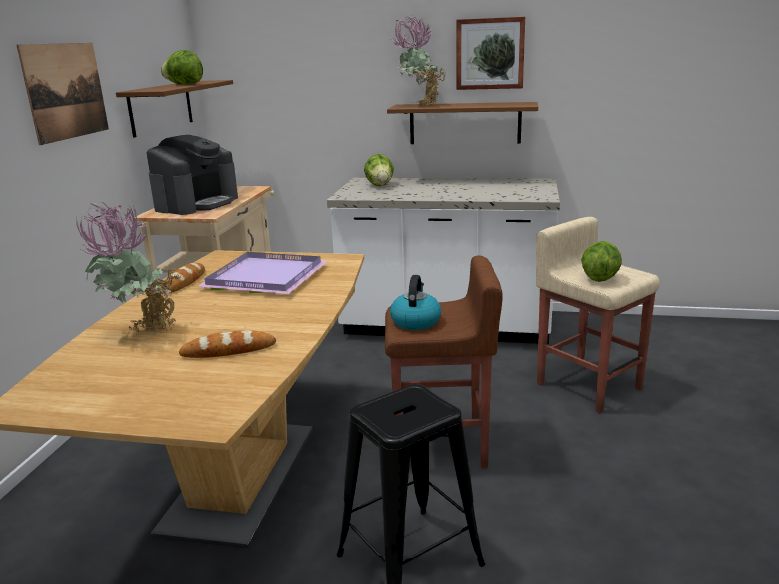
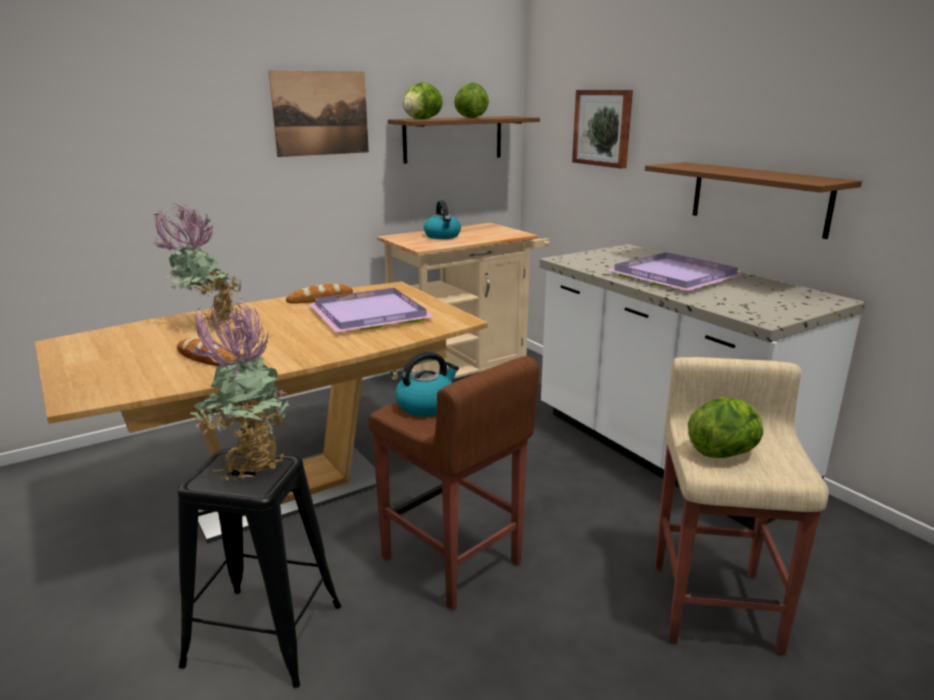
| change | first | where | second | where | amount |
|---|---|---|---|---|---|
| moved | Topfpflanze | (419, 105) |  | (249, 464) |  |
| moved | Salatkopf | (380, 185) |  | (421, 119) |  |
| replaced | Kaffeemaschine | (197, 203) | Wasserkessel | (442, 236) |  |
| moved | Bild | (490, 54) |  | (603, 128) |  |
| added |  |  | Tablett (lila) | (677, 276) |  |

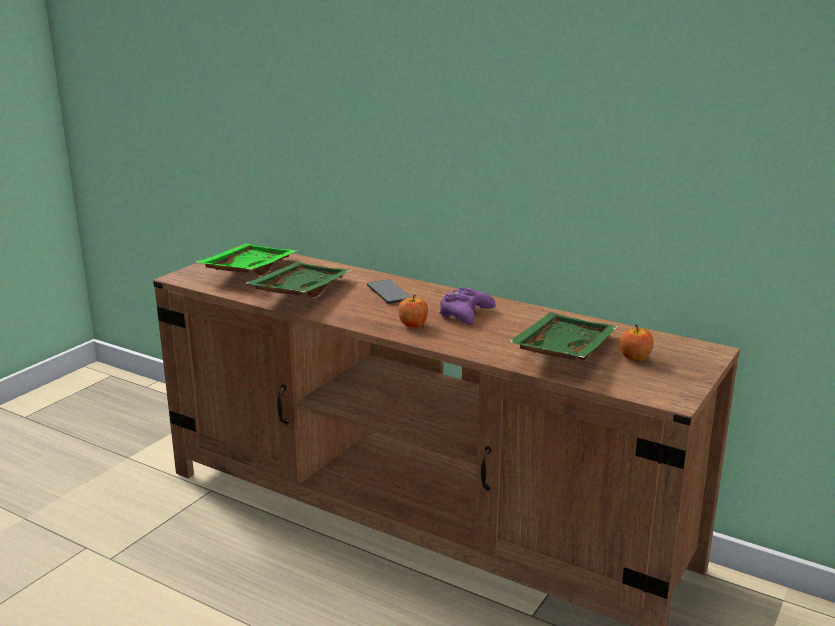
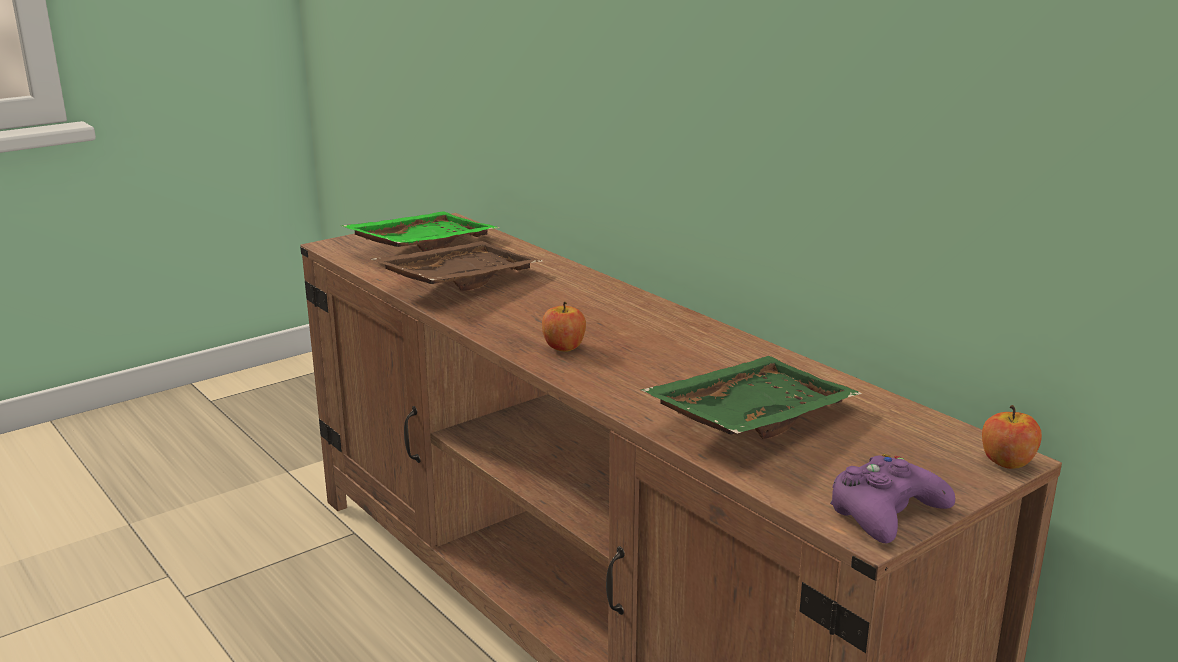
| change | first | where | second | where | amount |
|---|---|---|---|---|---|
| recoloured | Tablett (grün) | (299, 291) | Tablett (braun) | (457, 281) |  |
| moved | Gamepad (lila) | (465, 314) |  | (886, 513) |  |
| moved | Apfel | (635, 358) |  | (1007, 462) |  |
| removed | Handy | (389, 293) |  |  |  |

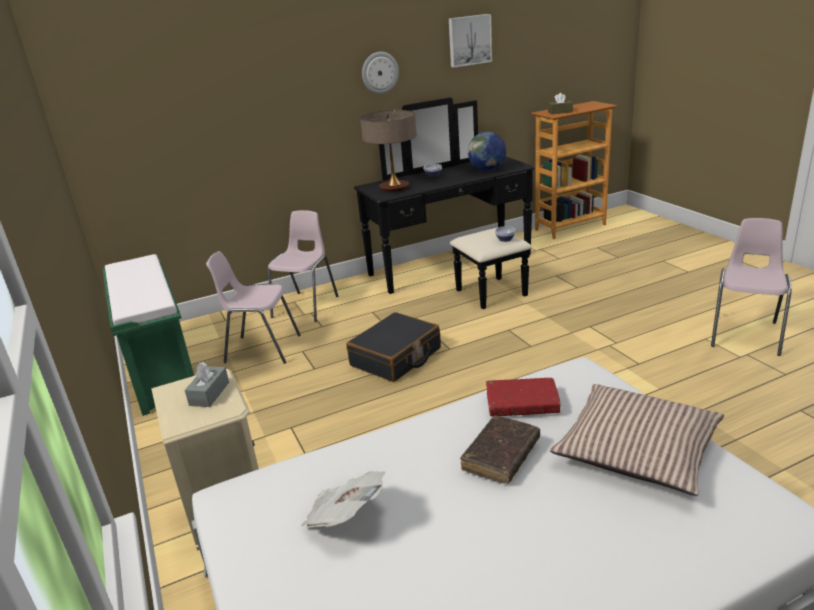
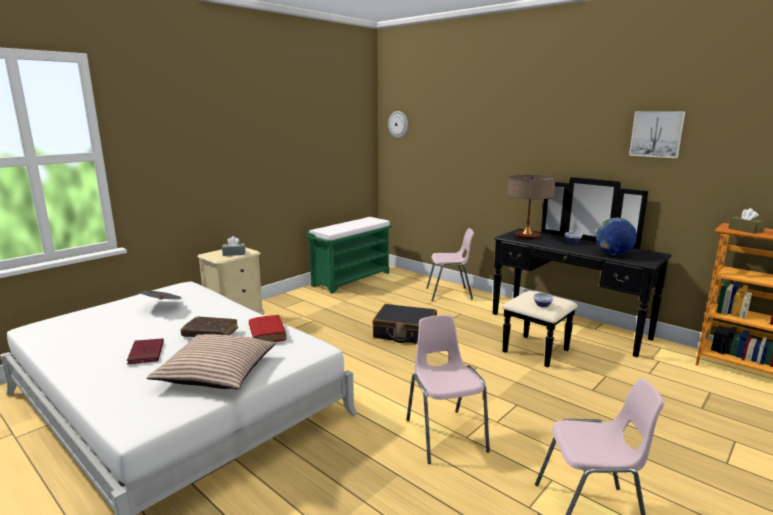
| change | first | where | second | where | amount |
|---|---|---|---|---|---|
| added |  |  | Buch (rot) | (146, 353) |  |
| moved | Wanduhr | (379, 72) |  | (398, 124) |  |
| moved | Stuhl (rosa) | (262, 349) |  | (445, 435) |  |

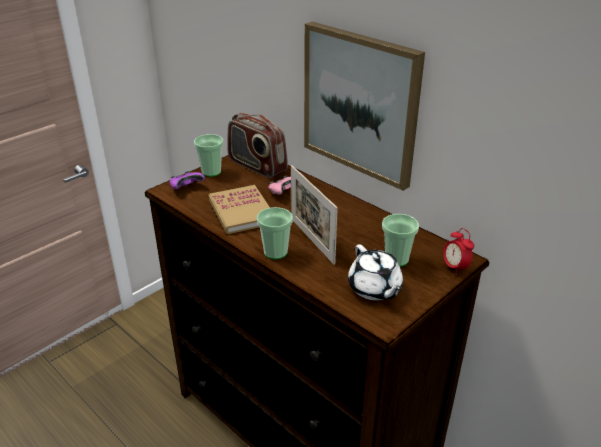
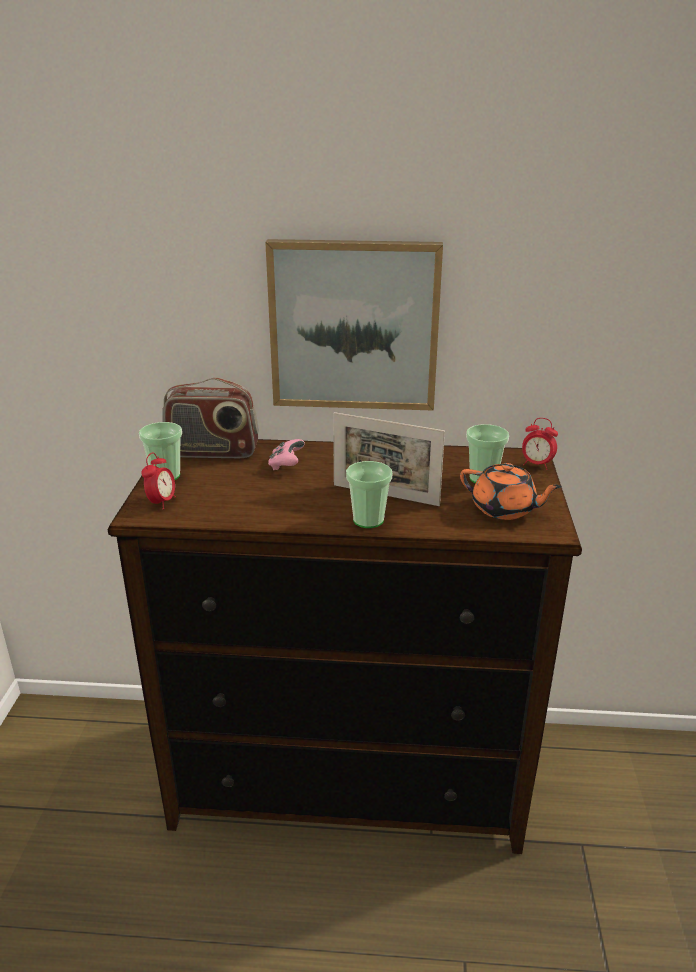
| change | first | where | second | where | amount |
|---|---|---|---|---|---|
| replaced | Gamepad (lila) | (186, 188) | Wecker | (161, 502) |  |
| recoloured | Teekanne (weiß) | (374, 289) | Teekanne (orange) | (504, 509) |  |
| removed | Buch | (241, 212) |  |  |  |

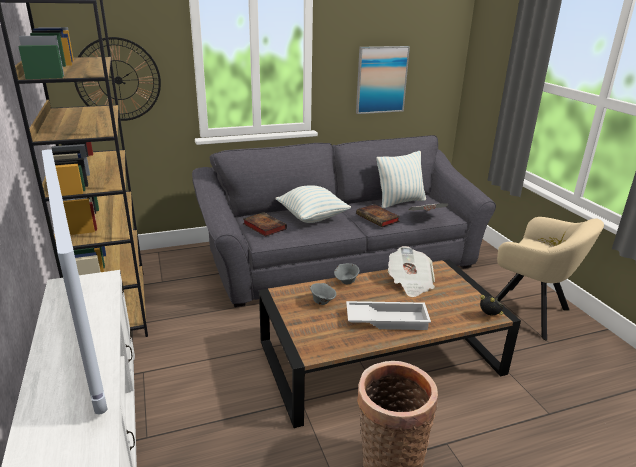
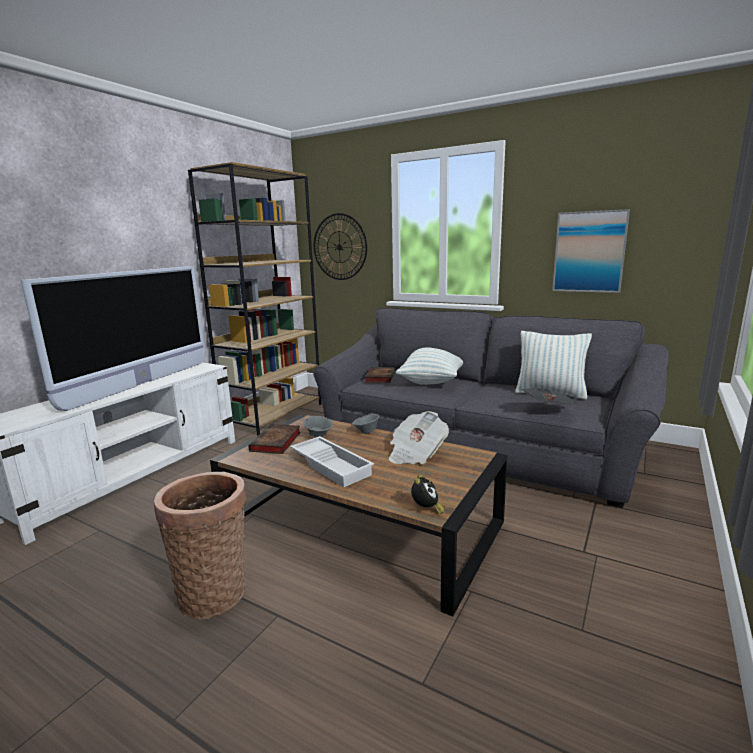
| change | first | where | second | where | amount |
|---|---|---|---|---|---|
| moved | Buch | (378, 218) |  | (276, 442) |  |
| removed | Sessel (beige) | (531, 313) |  |  |  |

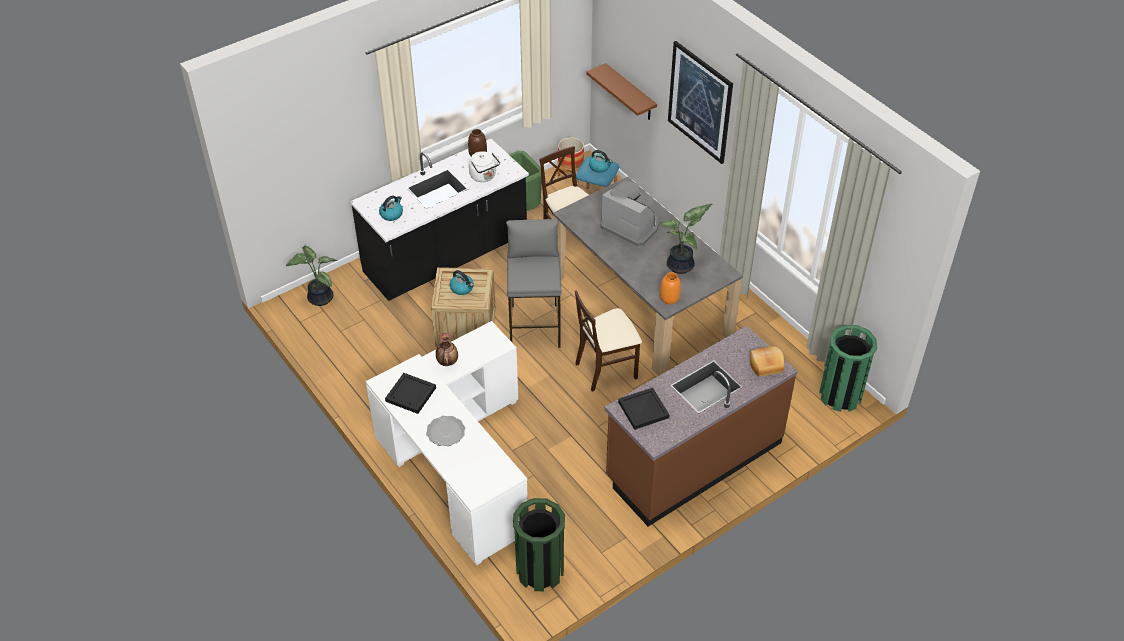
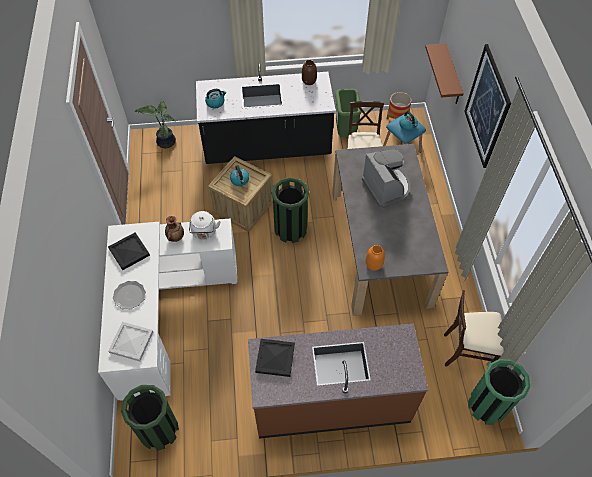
| change | first | where | second | where | amount |
|---|---|---|---|---|---|
| added |  |  | Tablett (weiß) | (131, 341) |  |
| moved | Wasserkessel (weiß) | (484, 176) |  | (204, 232) |  |
| replaced | Hocker (grau) | (535, 326) | Mülleimer (grün) | (290, 229) |  |
| moved | Stuhl (beige) | (606, 369) |  | (466, 351) |  |
| removed | Topfpflanze | (682, 266) |  |  |  |
| removed | Brot | (765, 365) |  |  |  |

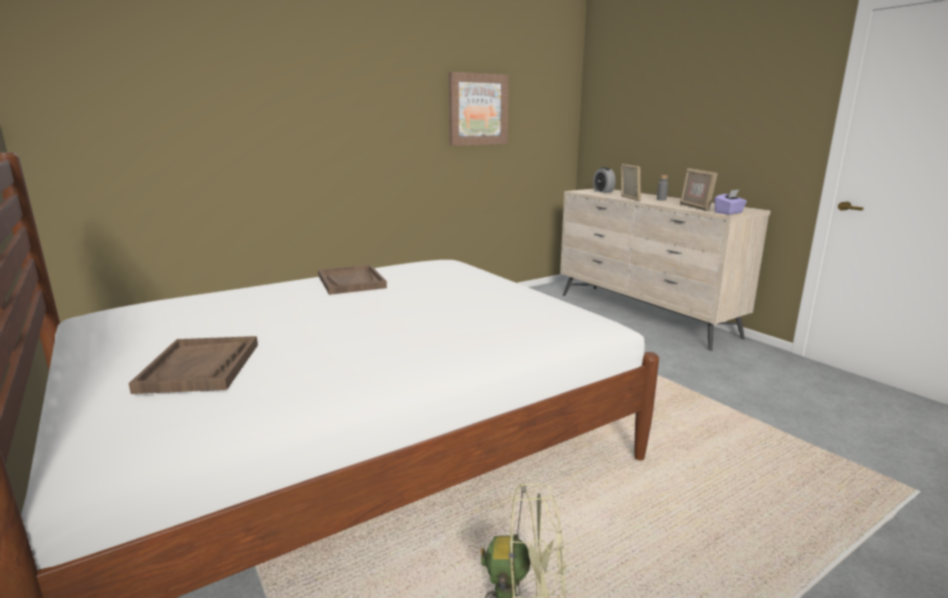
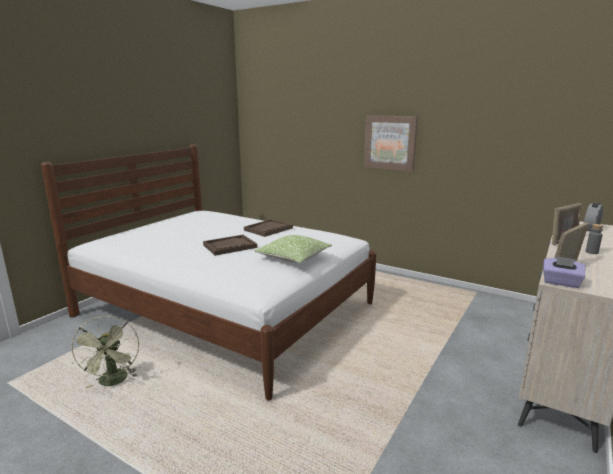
| change | first | where | second | where | amount |
|---|---|---|---|---|---|
| moved | Tablett (braun) | (200, 367) |  | (229, 246) |  |
| added |  |  | Kissen | (293, 257) |  |
| moved | Bild | (478, 109) |  | (390, 142) |  |

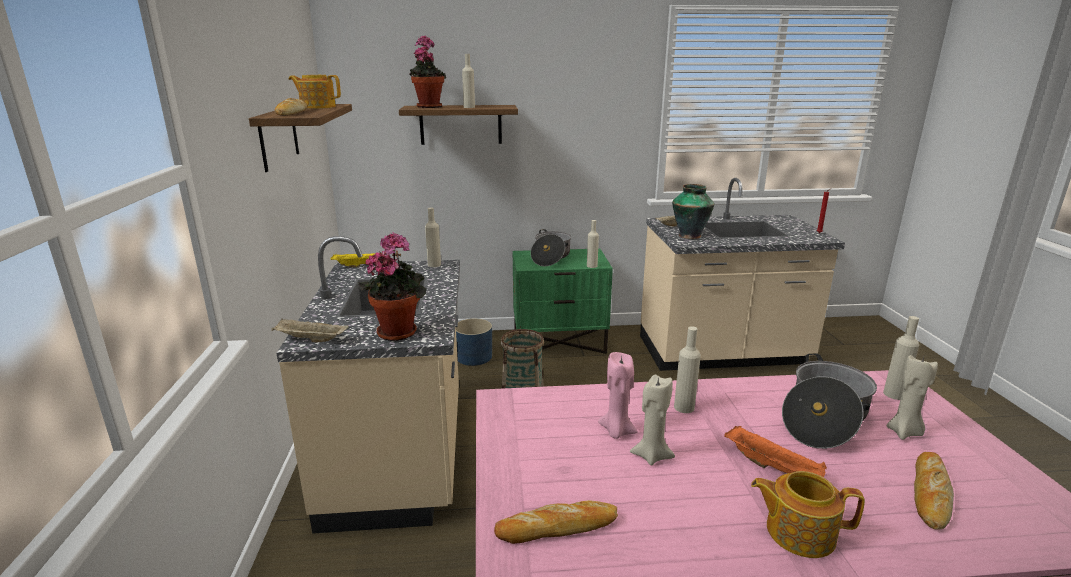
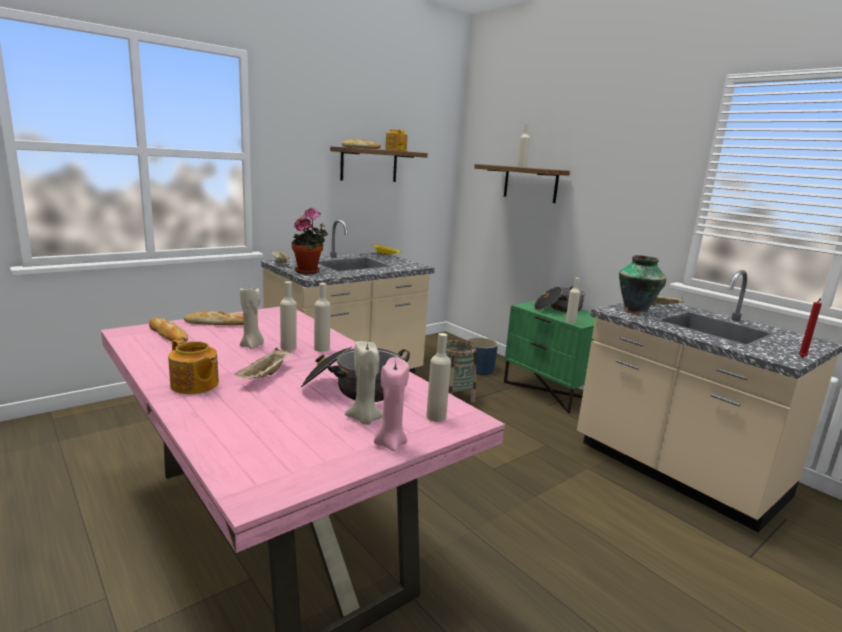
| change | first | where | second | where | amount |
|---|---|---|---|---|---|
| turned | Teekanne | (798, 532) |  | (194, 385) | 150 degrees clockwise |
| moved | Brot | (930, 494) |  | (218, 323) |  |
| recoloured | Tablett (orange) | (773, 467) | Tablett (beige) | (265, 376) |  |
| moved | Flasche (beige) | (434, 264) |  | (288, 348) |  |
| moved | Kerze (rosa) | (616, 431) |  | (390, 443) |  |
| removed | Topfpflanze | (428, 106) |  |  |  |

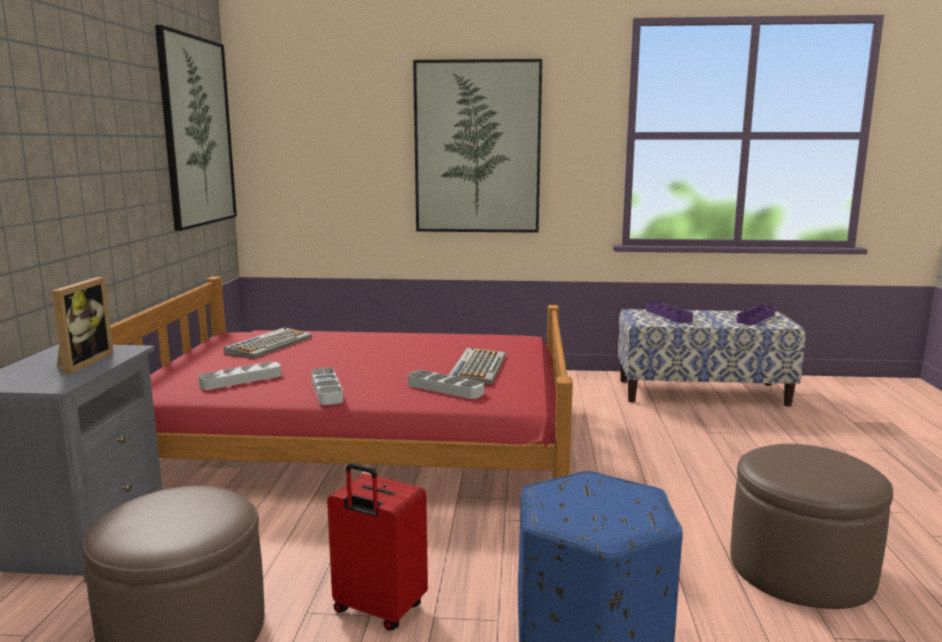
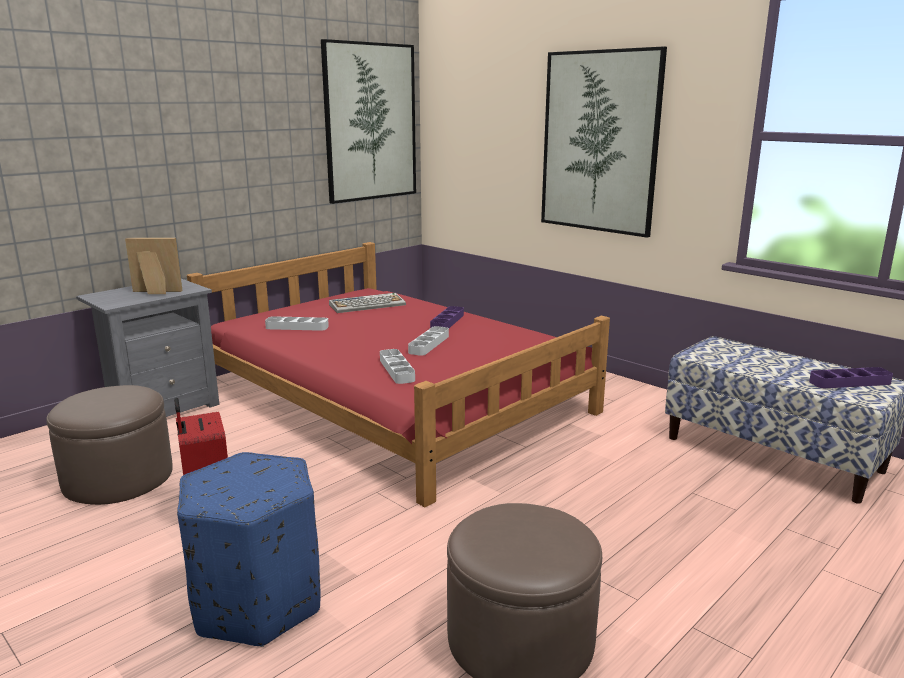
| change | first | where | second | where | amount |
|---|---|---|---|---|---|
| turned | Bilderrahmen | (81, 362) |  | (155, 292) | 135 degrees counterclockwise |
| moved | Tablett (grau) | (327, 390) |  | (429, 344) |  |
| moved | Tablett (lila) | (668, 315) |  | (447, 322) |  |
| removed | Tastatur | (477, 368) |  |  |  |

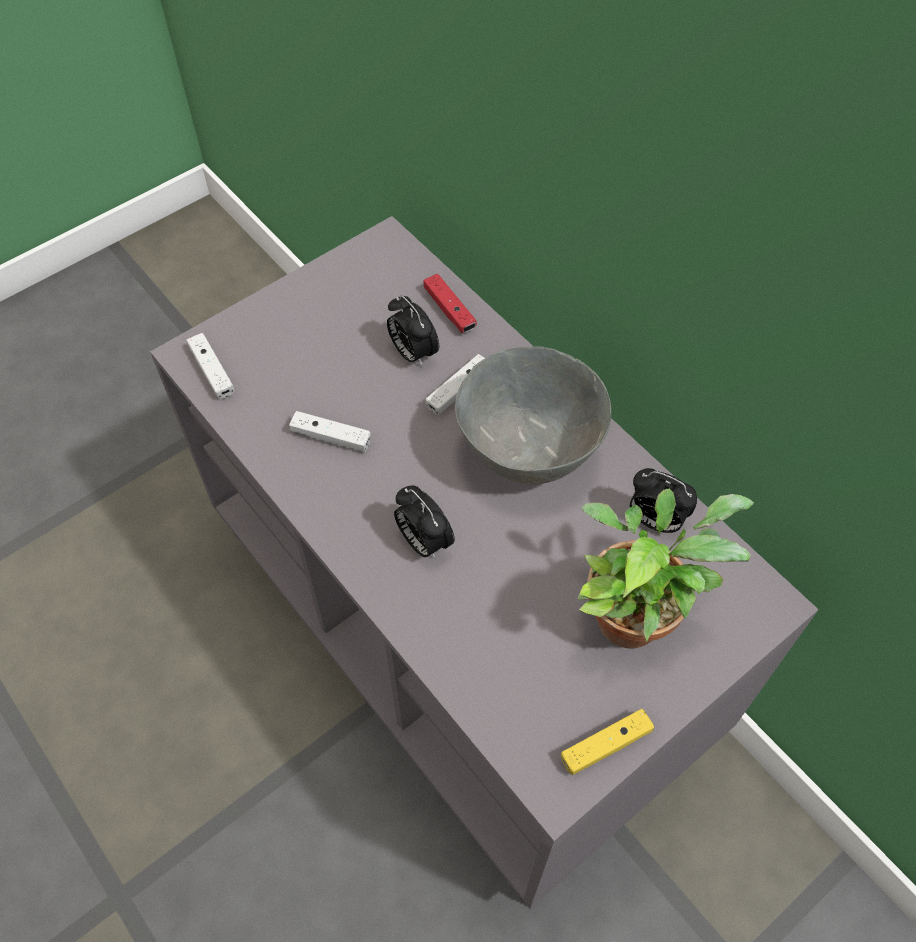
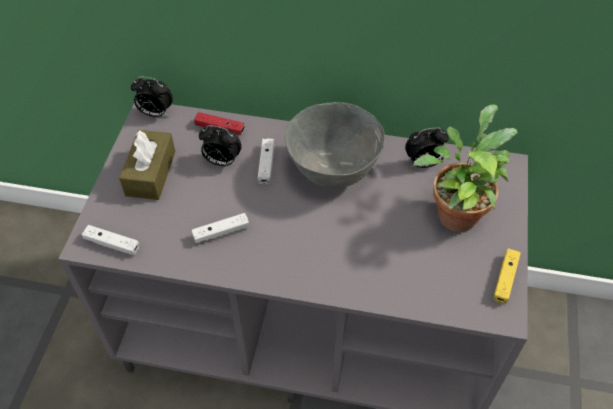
| change | first | where | second | where | amount |
|---|---|---|---|---|---|
| added |  |  | Taschentuchbox (braun) | (150, 173) |  |
| moved | Wecker | (423, 541) |  | (155, 113) |  |

